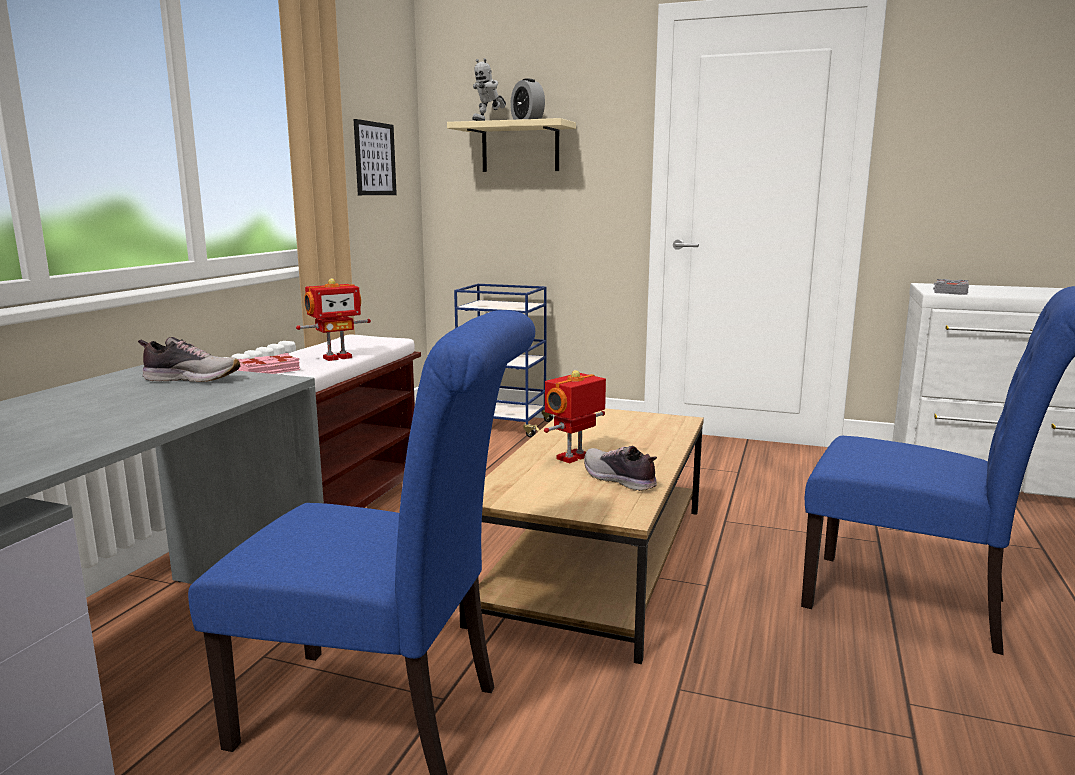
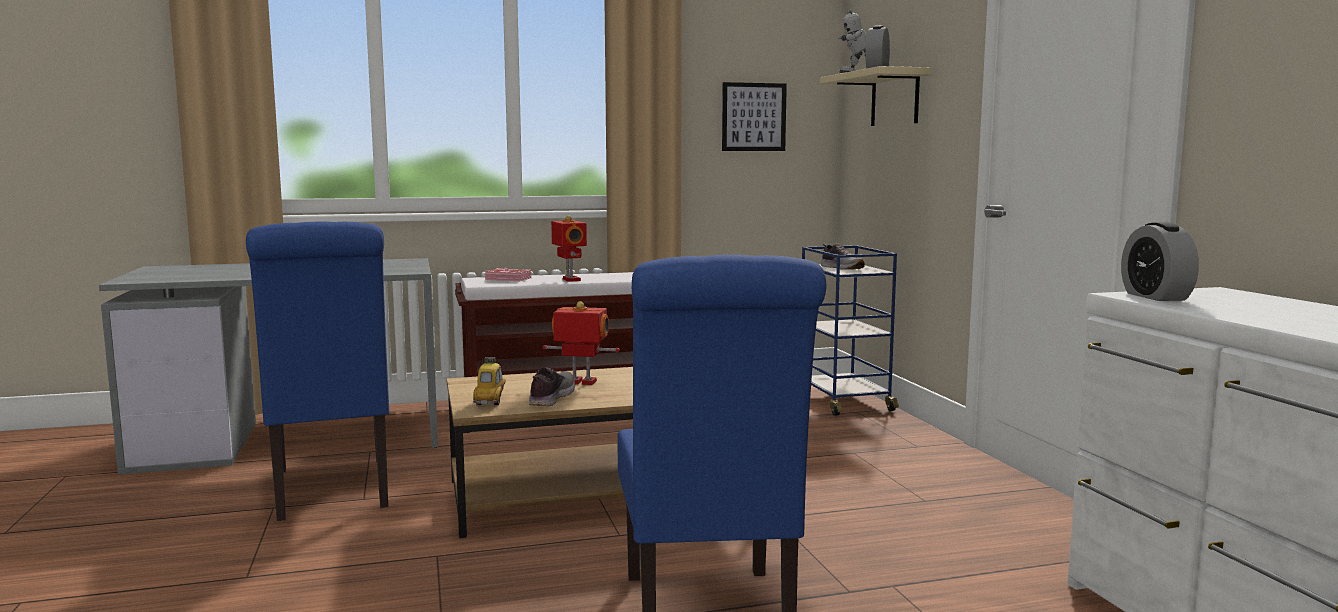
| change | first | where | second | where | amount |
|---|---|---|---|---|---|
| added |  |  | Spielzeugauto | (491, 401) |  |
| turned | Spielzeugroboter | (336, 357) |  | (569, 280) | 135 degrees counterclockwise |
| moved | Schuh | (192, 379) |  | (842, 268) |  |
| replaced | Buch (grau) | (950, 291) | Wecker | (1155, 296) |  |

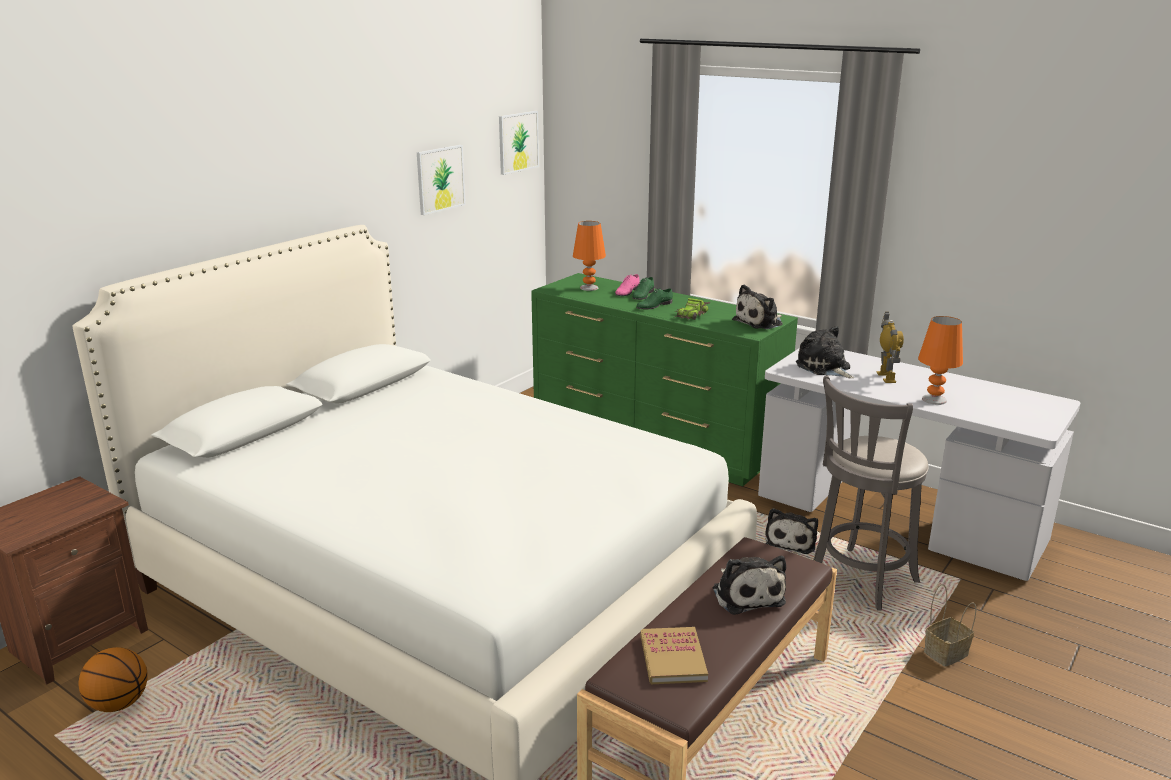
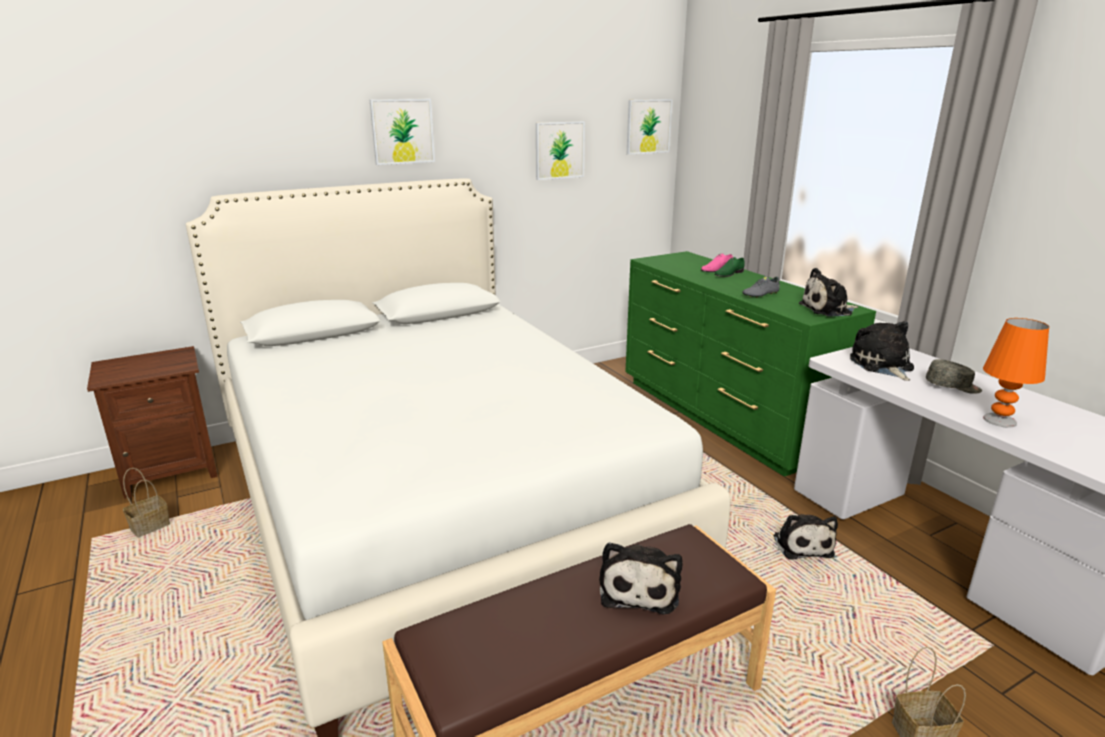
| change | first | where | second | where | amount |
|---|---|---|---|---|---|
| replaced | Basketball | (119, 704) | Korb | (149, 527) |  |
| added |  |  | Bild | (402, 131) |  |
| replaced | Spielzeugauto | (691, 315) | Schuh (grau) | (760, 295) |  |
| turned | Plüschtier | (790, 541) |  | (801, 544) | 45 degrees counterclockwise |
| replaced | Spielzeugroboter | (886, 377) | Kappe (grau) | (952, 386) |  |
| removed | Tischlampe (orange) | (589, 288) |  |  |  |
| removed | Schuh (grün) | (654, 305) |  |  |  |
| removed | Buch | (673, 658) |  |  |  |
| removed | Hocker (grau) | (859, 581) |  |  |  |

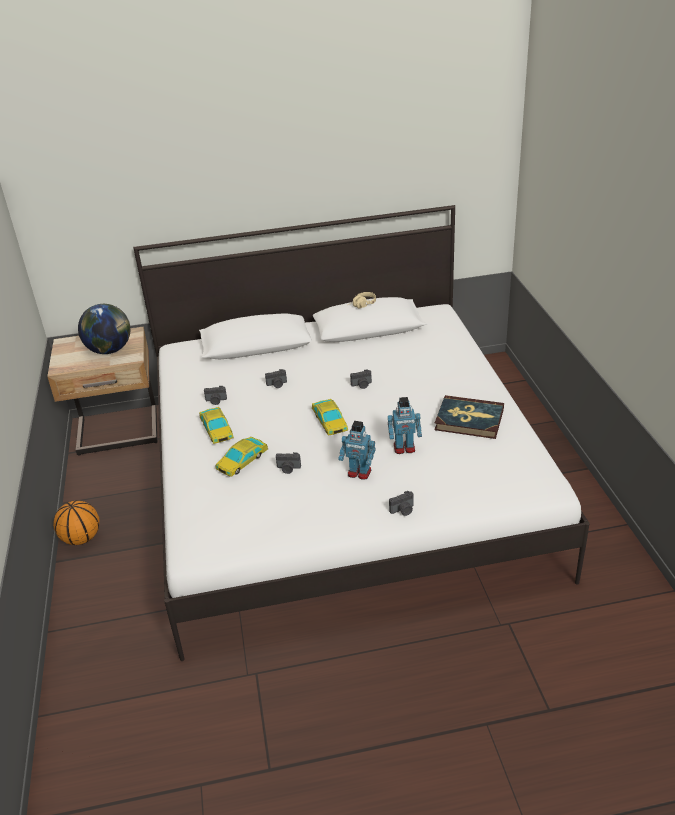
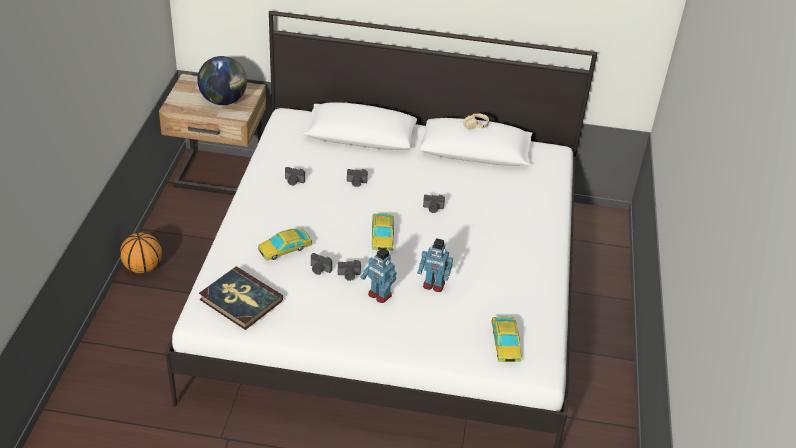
| change | first | where | second | where | amount |
|---|---|---|---|---|---|
| moved | Buch | (469, 420) |  | (240, 300) |  |
| moved | Kamera | (403, 510) |  | (349, 275) |  |
| moved | Spielzeugauto | (216, 429) |  | (505, 343) |  |

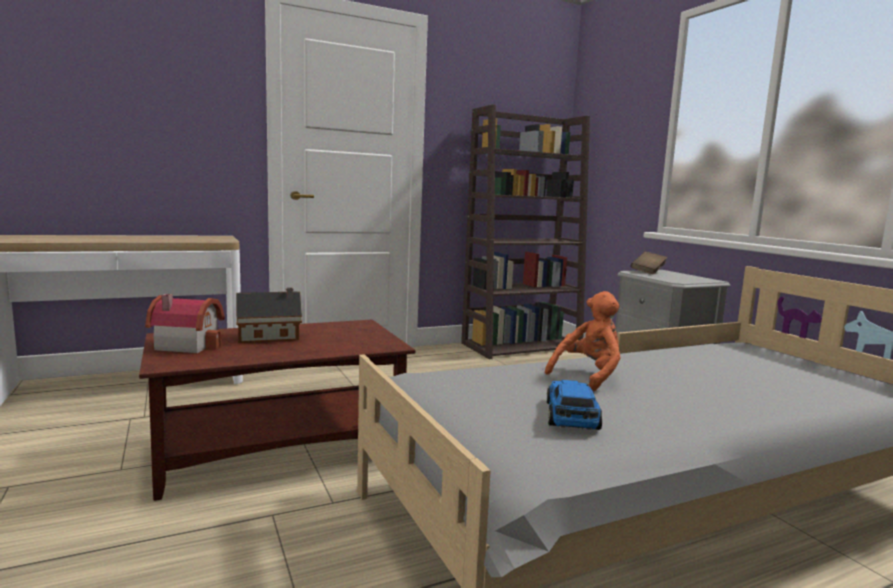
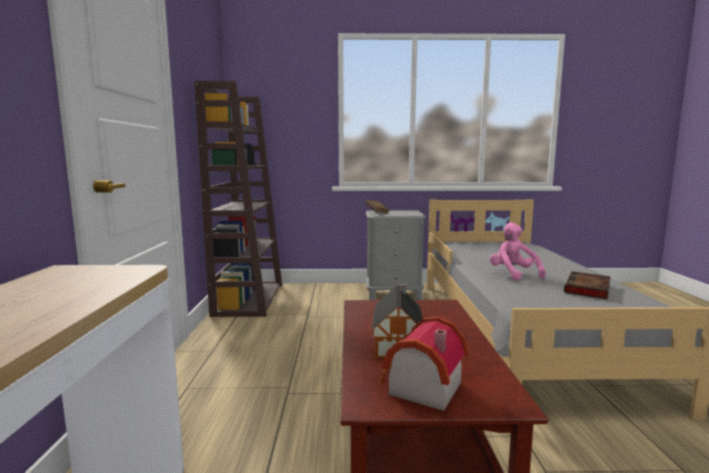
| change | first | where | second | where | amount |
|---|---|---|---|---|---|
| recoloured | Plüschtier (orange) | (588, 376) | Plüschtier (rosa) | (513, 274) |  |
| replaced | Spielzeugauto | (571, 415) | Buch | (588, 289) |  |

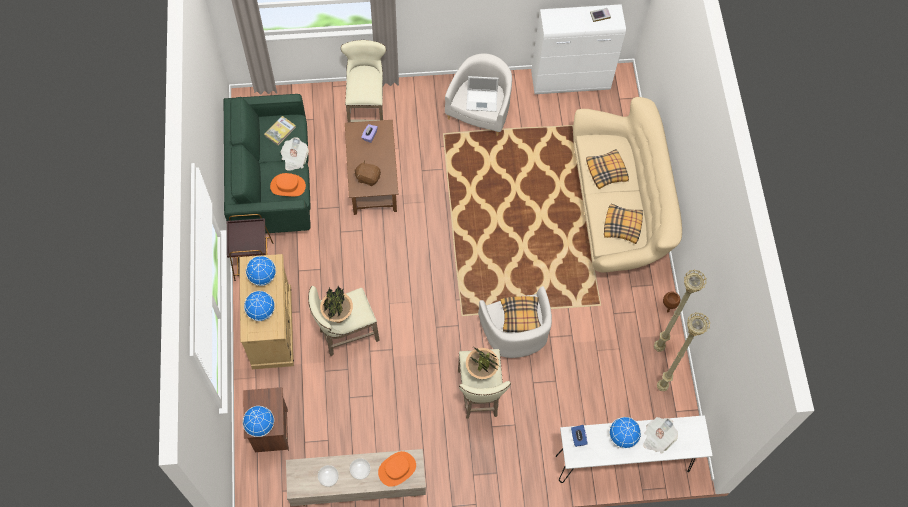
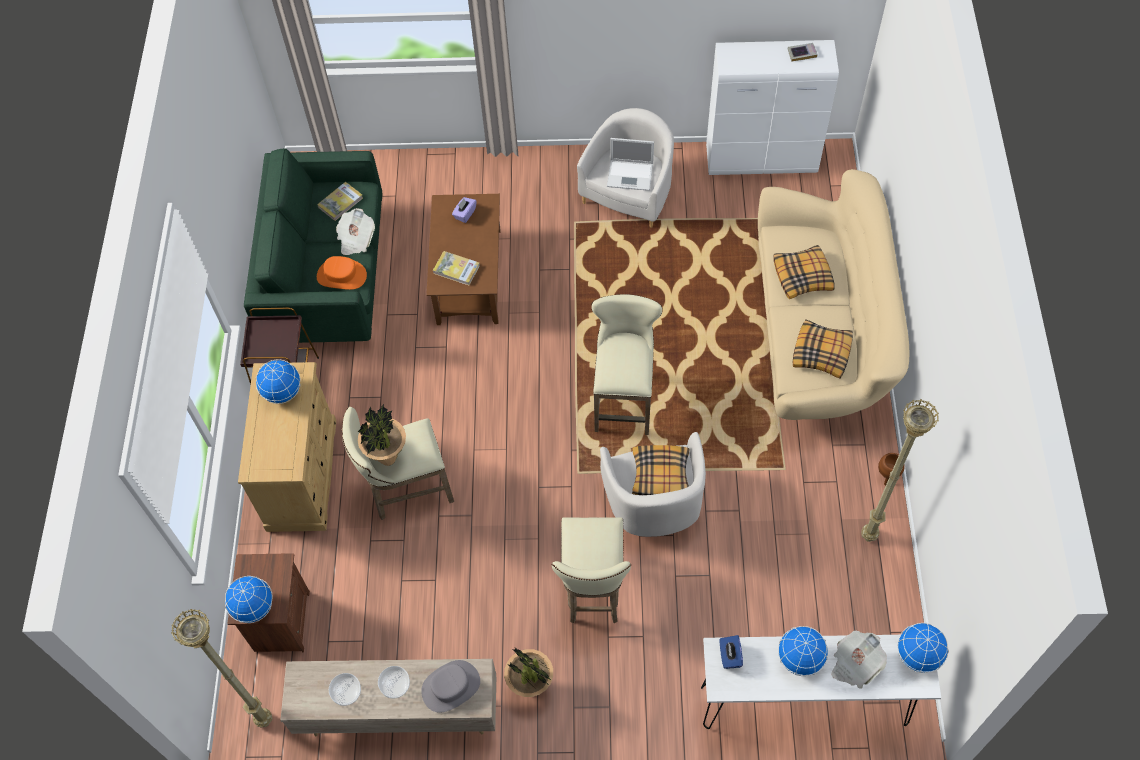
| change | first | where | second | where | amount |
|---|---|---|---|---|---|
| moved | Stehlampe (beige) | (661, 386) |  | (263, 719) |  |
| recoloured | Hut (orange) | (397, 469) | Hut (grau) | (451, 687) |  |
| replaced | Plüschtier (braun) | (368, 177) | Buch | (456, 269) |  |
| moved | Topfpflanze | (481, 373) |  | (531, 687) |  |
| moved | Hocker (beige) | (367, 109) |  | (624, 397) |  |
| moved | Globus | (261, 311) |  | (917, 655) |  |

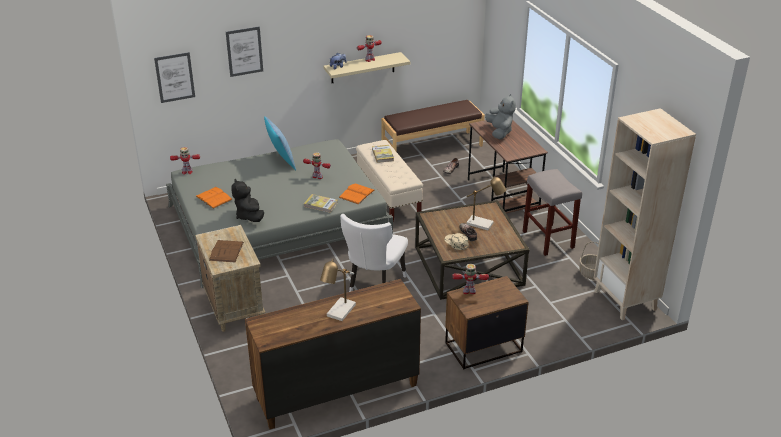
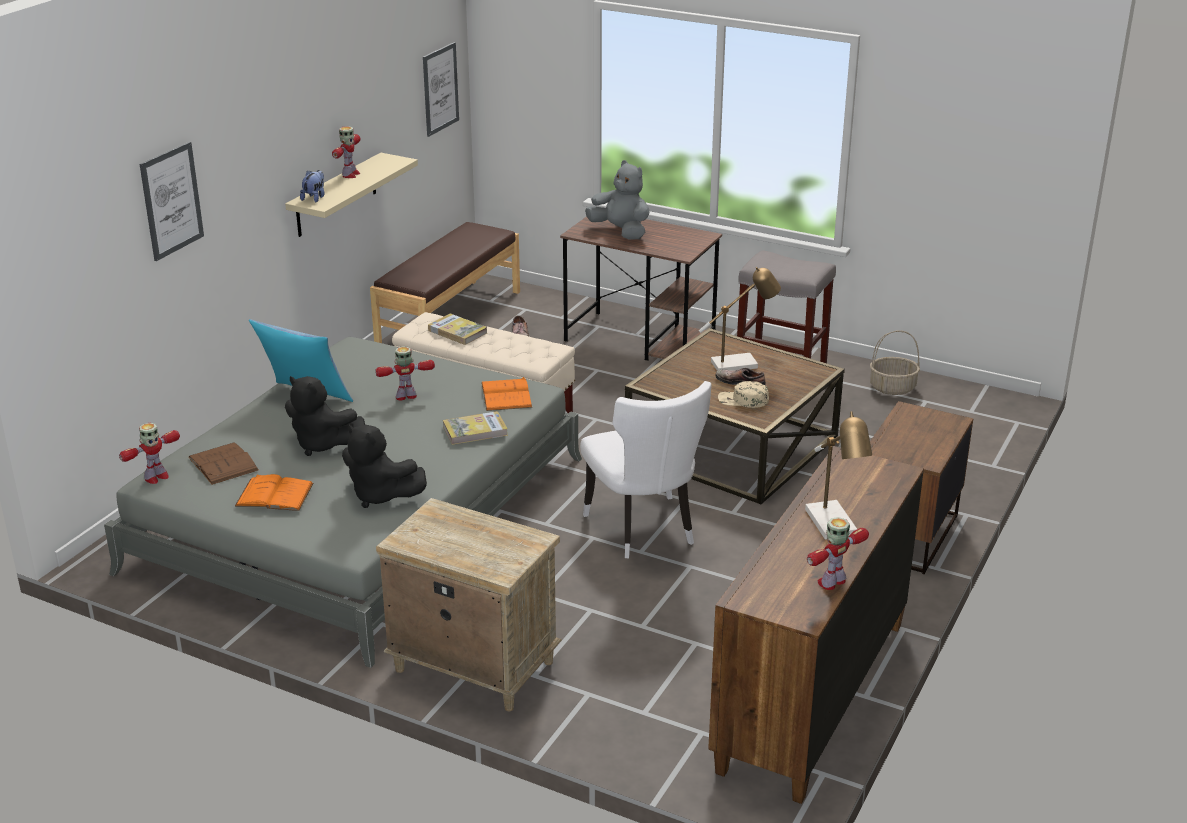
| change | first | where | second | where | amount |
|---|---|---|---|---|---|
| moved | Buch (braun) | (226, 251) |  | (223, 464) |  |
| added |  |  | Plüschtier (schwarz) | (322, 444) |  |
| moved | Bild | (175, 77) |  | (440, 89) |  |
| moved | Spielzeugroboter | (469, 291) |  | (832, 582) |  |
| removed | Bücherregal (beige) | (625, 300) |  |  |  |

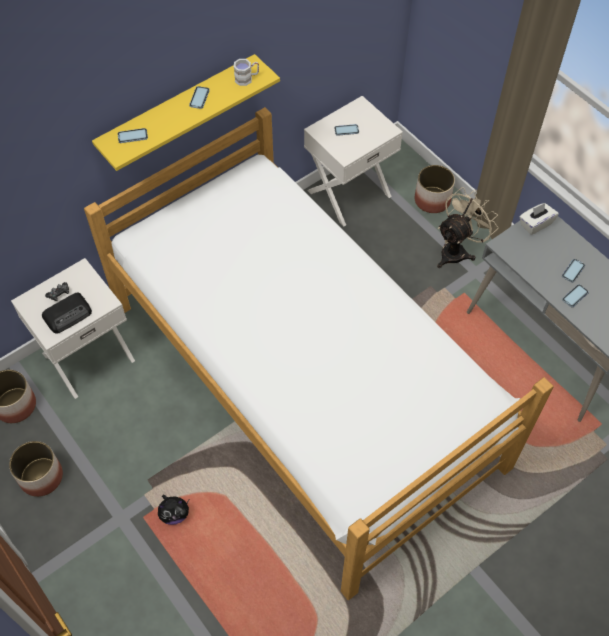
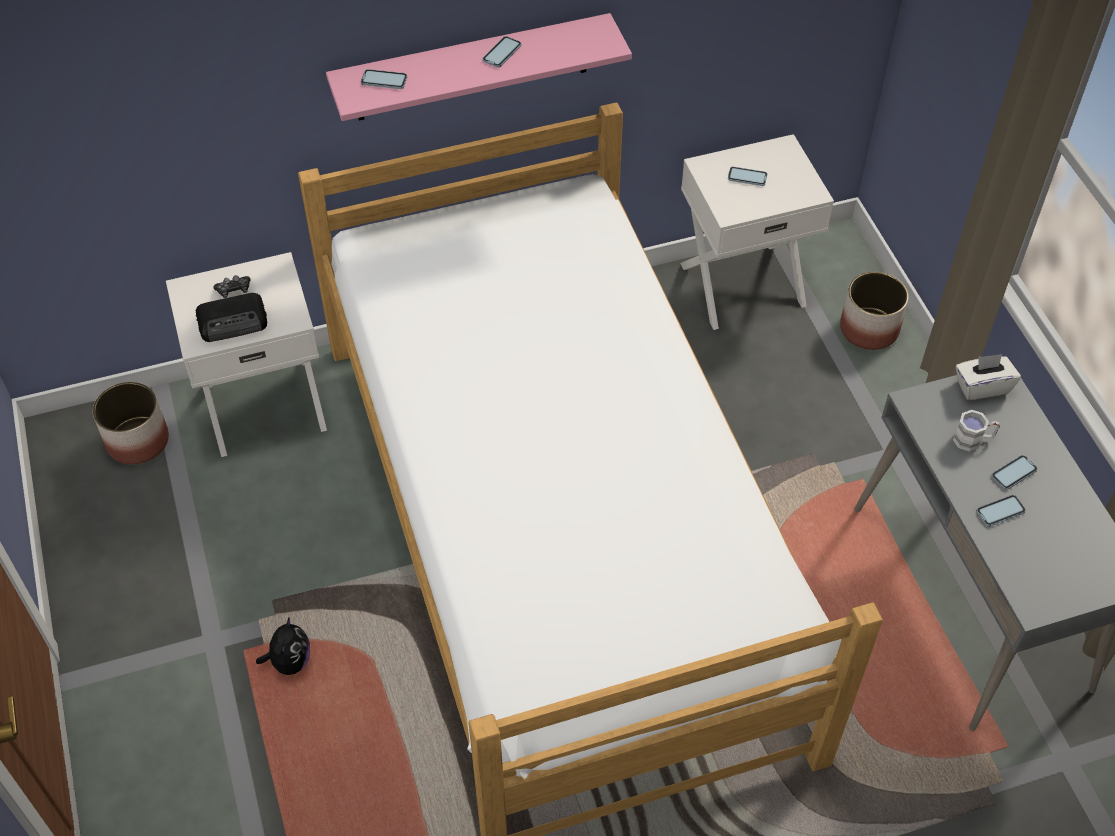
| change | first | where | second | where | amount |
|---|---|---|---|---|---|
| turned | Plüschtier | (174, 514) |  | (290, 661) | 90 degrees counterclockwise |
| recoloured | Wandregal (gelb) | (178, 111) | Wandregal (rosa) | (472, 68) |  |
| moved | Henkelbecher (weiß) | (247, 78) |  | (973, 440) |  |
| removed | Pflanzkübel | (41, 476) |  |  |  |
| removed | Ventilator (beige) | (457, 250) |  |  |  |

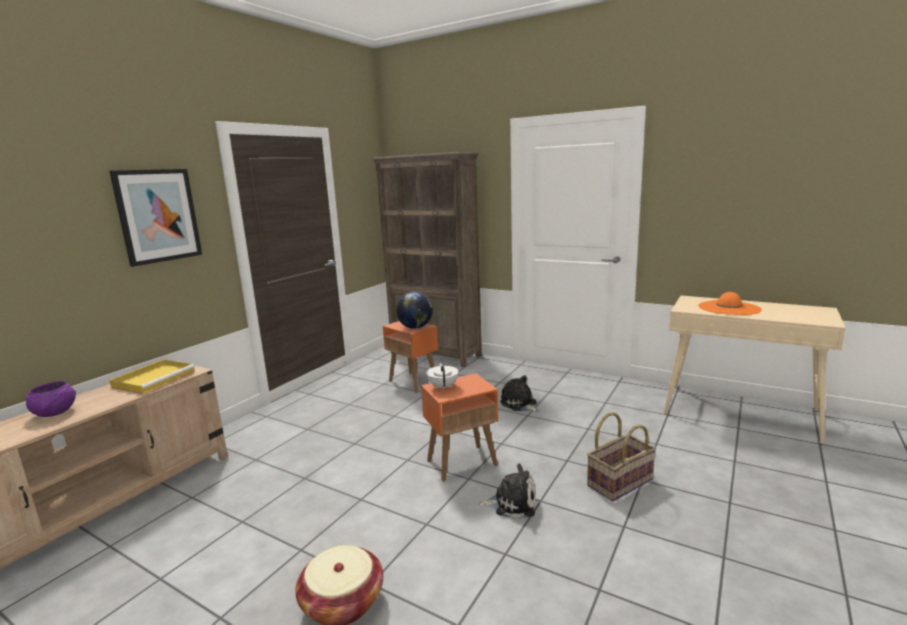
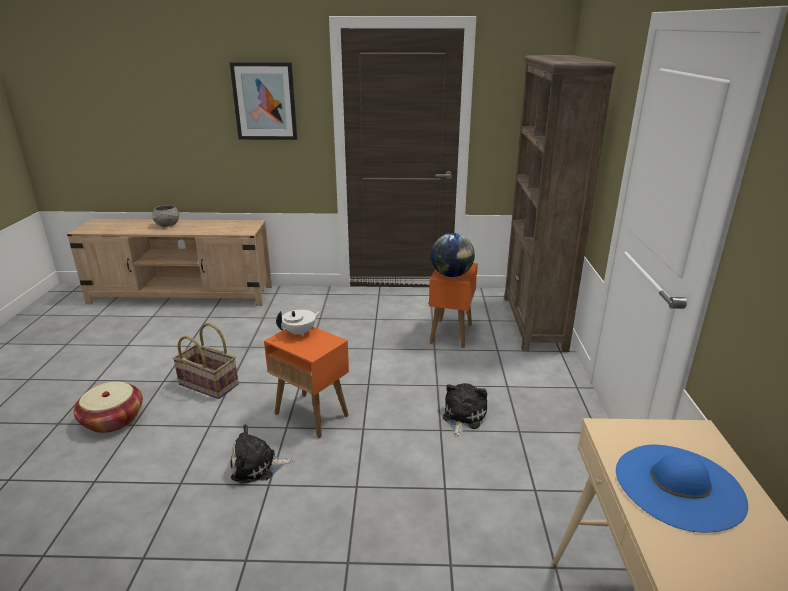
| change | first | where | second | where | amount |
|---|---|---|---|---|---|
| recoloured | Schüssel (lila) | (55, 413) | Schüssel (grau) | (167, 225) |  |
| moved | Korb | (619, 482) |  | (209, 384) |  |
| turned | Plüschtier | (512, 503) |  | (257, 466) | 105 degrees clockwise |
| recoloured | Hut (orange) | (729, 308) | Hut (blau) | (678, 486) |  |
| removed | Tablett (gelb) | (155, 378) |  |  |  |

